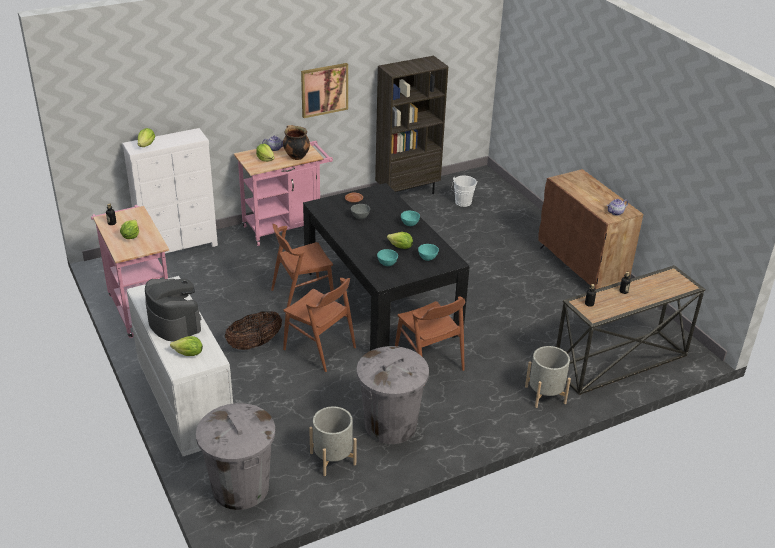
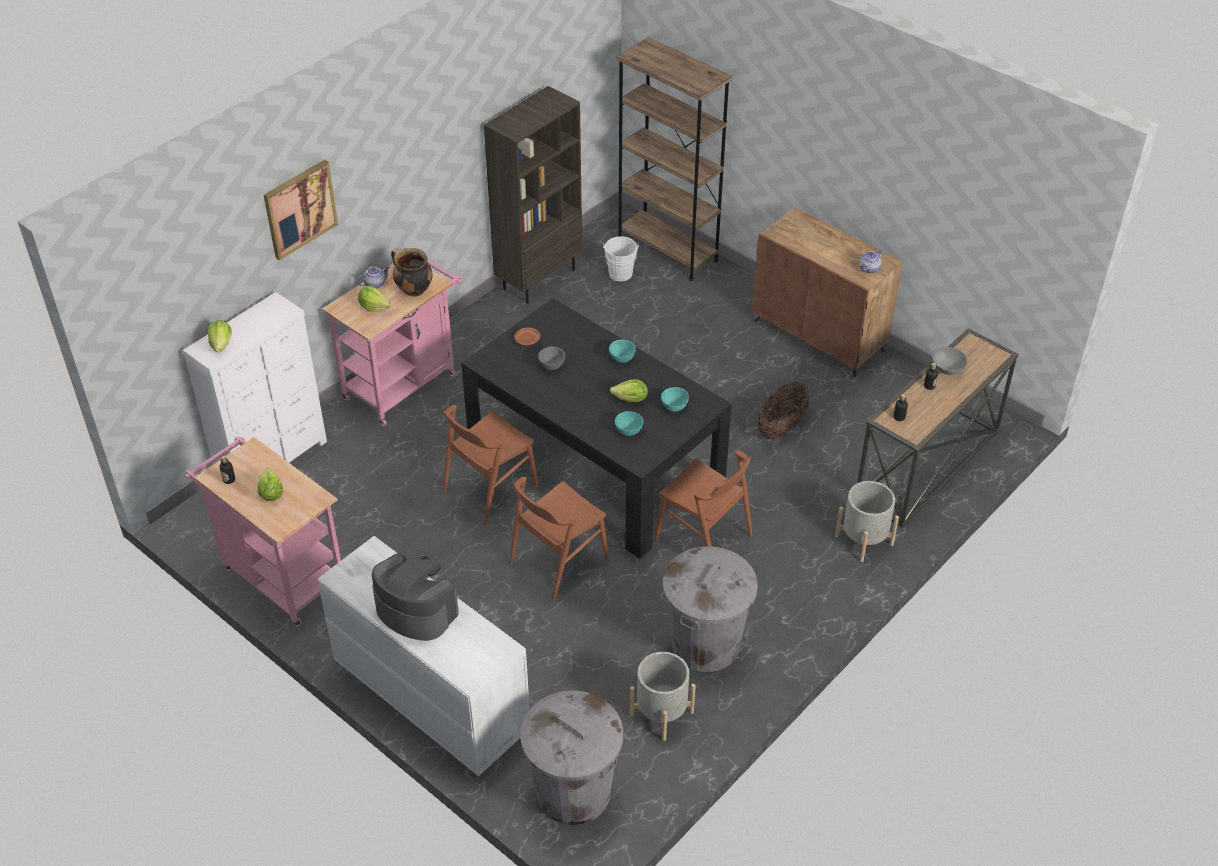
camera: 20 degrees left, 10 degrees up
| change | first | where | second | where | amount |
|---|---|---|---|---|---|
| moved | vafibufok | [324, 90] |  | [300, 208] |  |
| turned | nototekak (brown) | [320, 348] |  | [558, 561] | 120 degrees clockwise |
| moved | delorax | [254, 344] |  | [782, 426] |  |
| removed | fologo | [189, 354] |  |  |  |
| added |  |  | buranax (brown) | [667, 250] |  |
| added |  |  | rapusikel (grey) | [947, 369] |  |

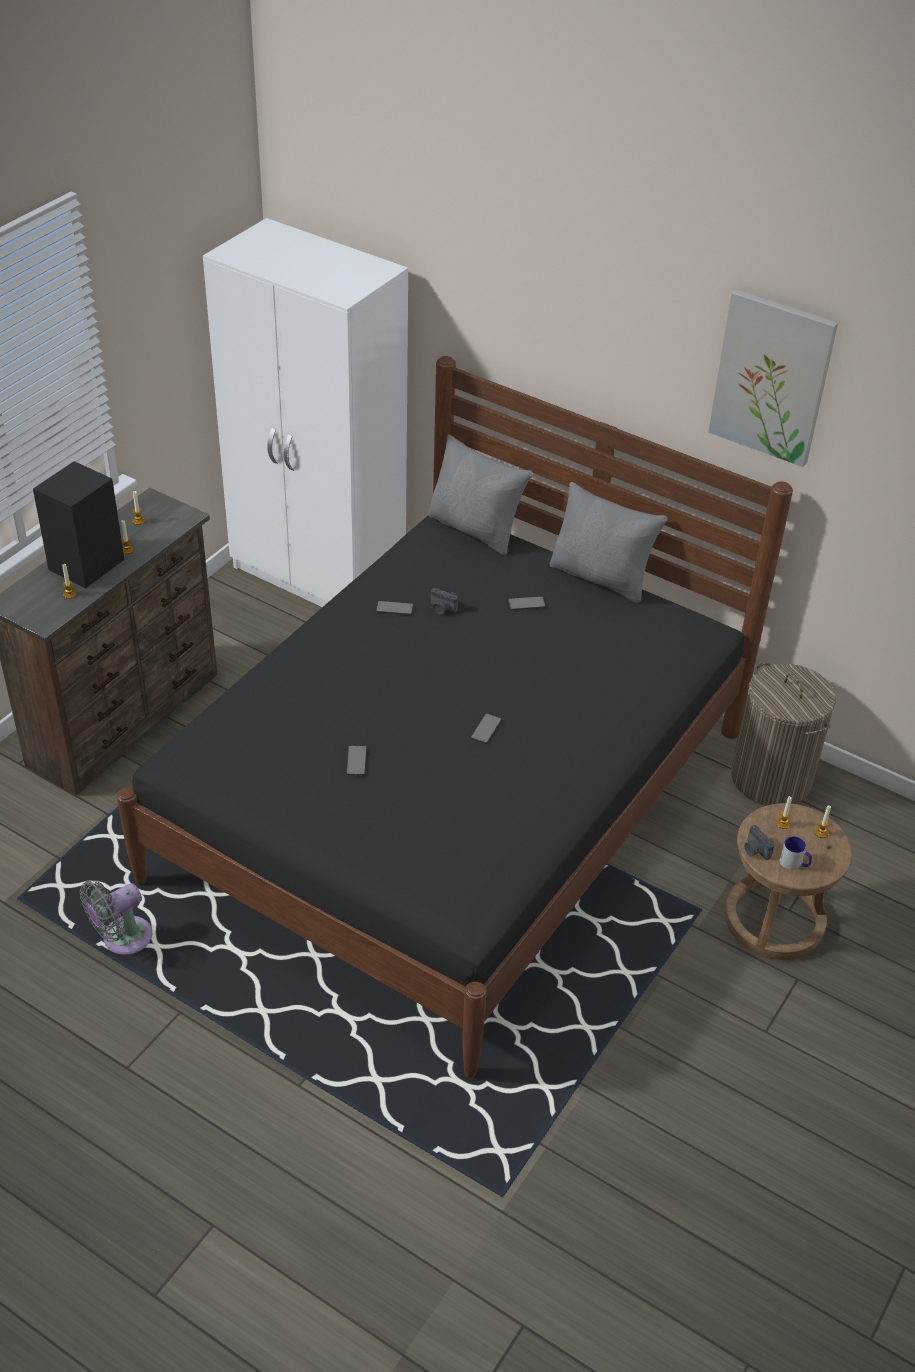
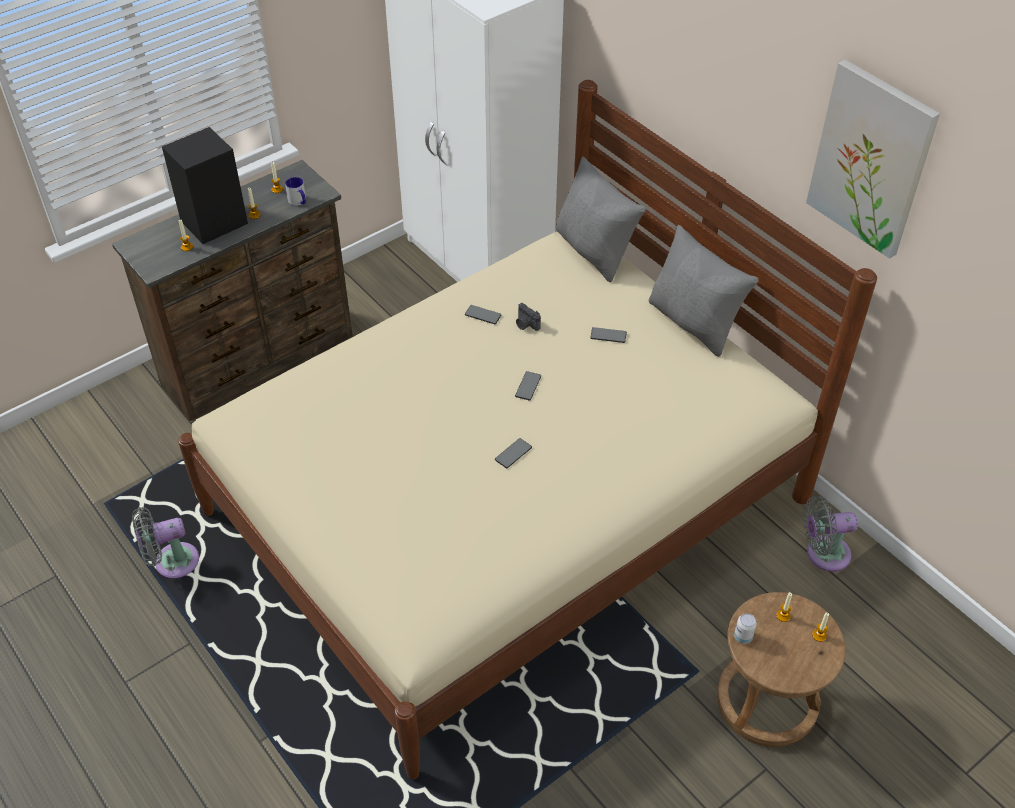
camera: 20 degrees right, 5 degrees up
| change | first | where | second | where | amount |
|---|---|---|---|---|---|
| recoloured | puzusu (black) | [451, 803] | puzusu (beige) | [506, 505] |  |
| replaced | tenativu | [771, 778] | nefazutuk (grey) | [823, 554] |  |
| moved | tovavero | [356, 761] |  | [528, 386] |  |
| replaced | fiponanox | [755, 850] | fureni | [743, 637] |  |
| moved | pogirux | [794, 864] |  | [299, 202] |  |

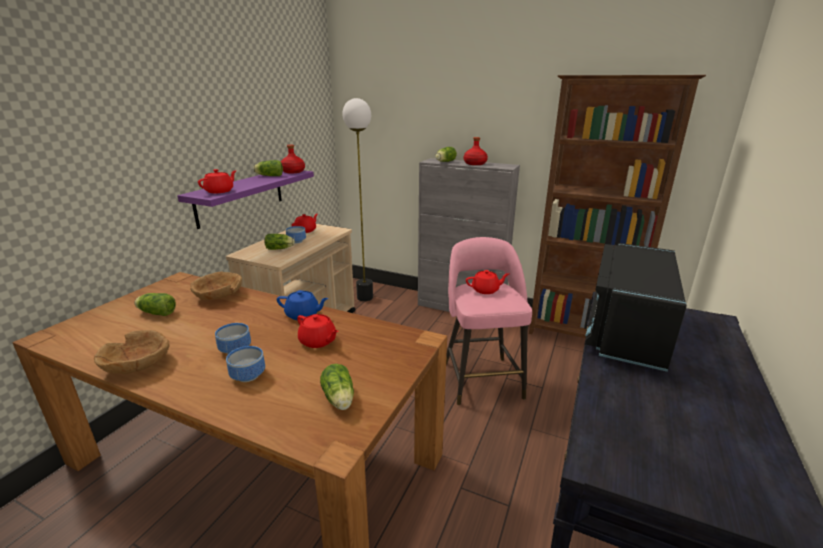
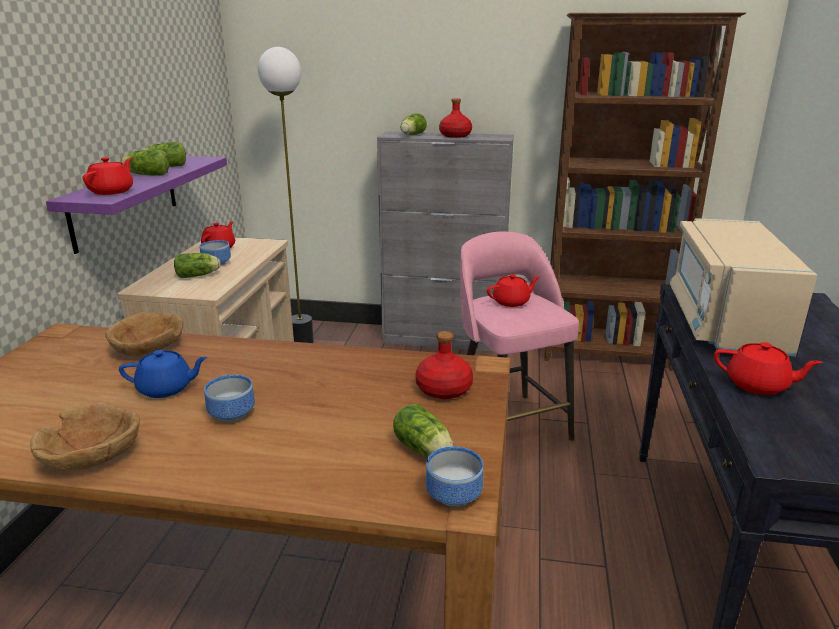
camera: 15 degrees left, 0 degrees up
| change | first | where | second | where | amount |
|---|---|---|---|---|---|
| moved | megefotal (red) | [293, 172] |  | [444, 389] |  |
| recoloured | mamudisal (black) | [626, 330] | mamudisal (beige) | [724, 321] |  |
| moved | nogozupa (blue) | [303, 315] |  | [166, 389] |  |
| moved | fologo | [156, 313] |  | [146, 175] |  |
| moved | nogozupa (red) | [318, 341] |  | [758, 385] |  |
| moved | rapusikel | [247, 376] |  | [454, 497] |  |

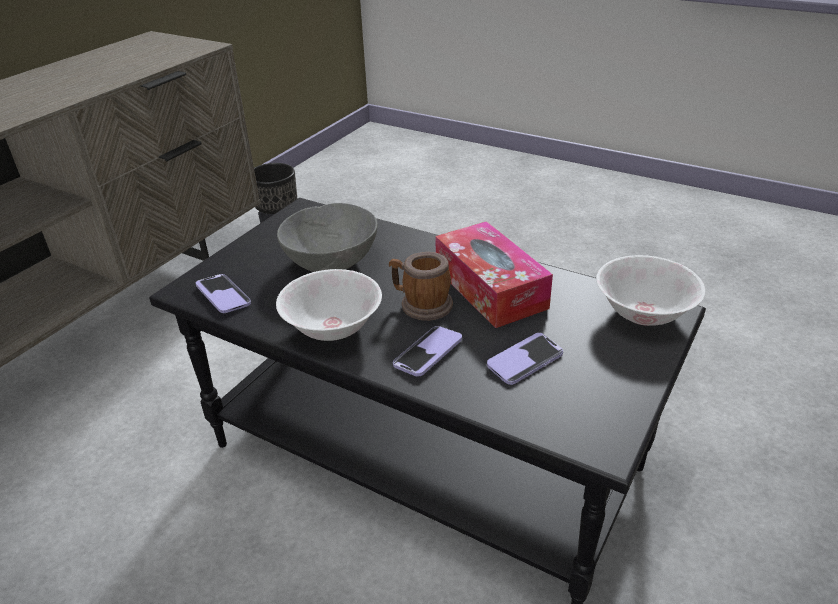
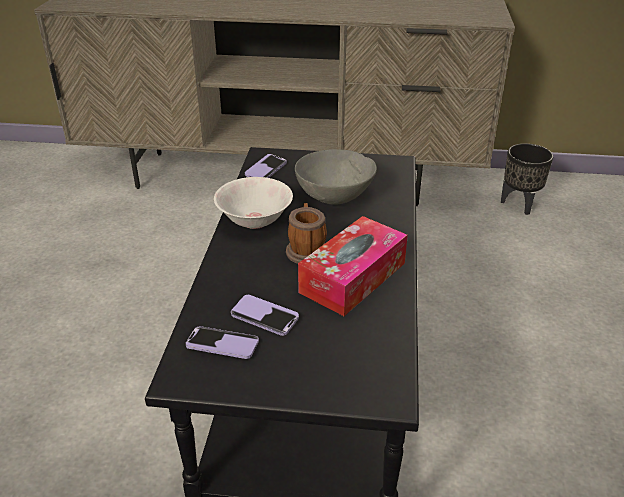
camera: 65 degrees right, 0 degrees up
| change | first | where | second | where | amount |
|---|---|---|---|---|---|
| removed | rapusikel (white) | [644, 313] |  |  |  |
| moved | tovavero | [428, 353] |  | [222, 344] |  |

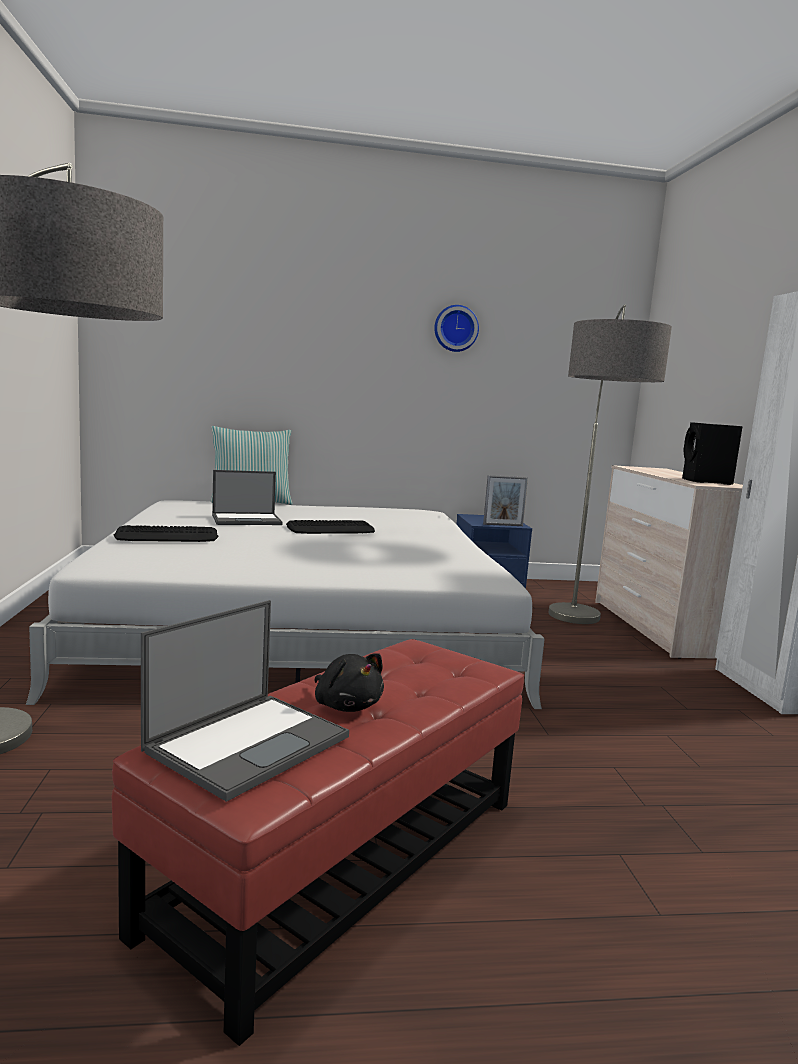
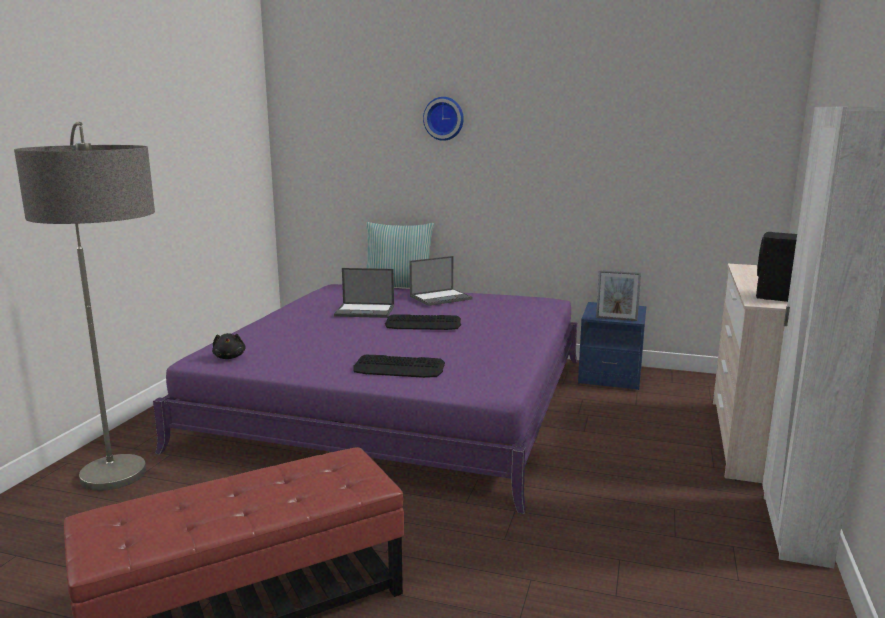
camera: 25 degrees right, 5 degrees up
| change | first | where | second | where | amount |
|---|---|---|---|---|---|
| moved | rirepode | [455, 328] |  | [444, 118] |  |
| removed | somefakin | [579, 635] |  |  |  |
| recoloured | puzusu (white) | [299, 621] | puzusu (purple) | [398, 401] |  |
| moved | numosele | [167, 536] |  | [399, 368] |  |
| moved | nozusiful | [249, 742] |  | [441, 297] |  |
| moved | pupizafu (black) | [346, 705] |  | [229, 357] |  |

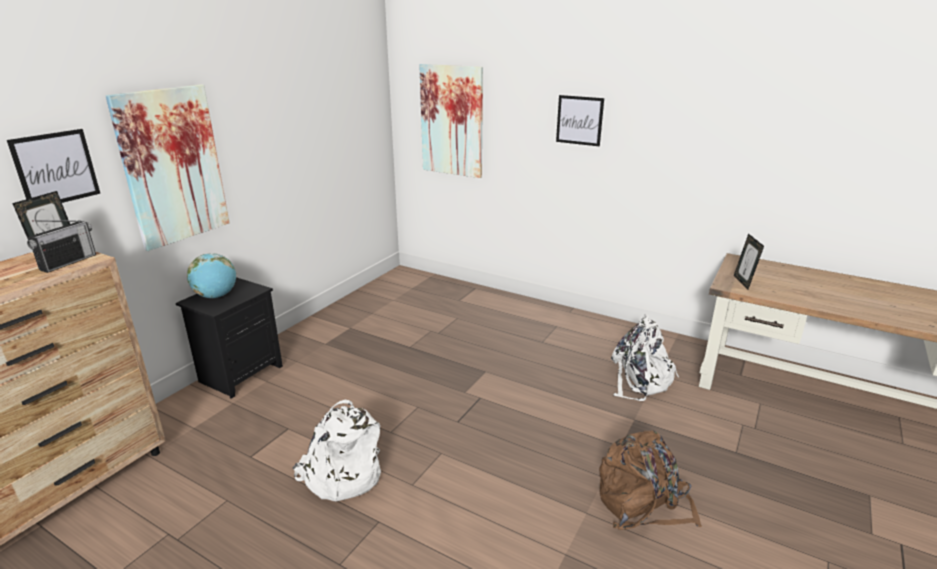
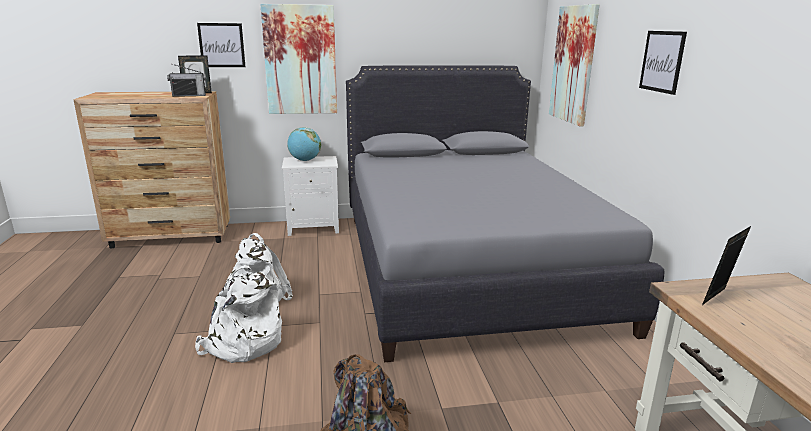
camera: 50 degrees right, 5 degrees down
| change | first | where | second | where | amount |
|---|---|---|---|---|---|
| recoloured | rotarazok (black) | [241, 373] | rotarazok (white) | [314, 227] |  |
| moved | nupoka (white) | [640, 380] |  | [242, 344] |  |
| added |  |  | puzusu (grey) | [466, 266] |  |

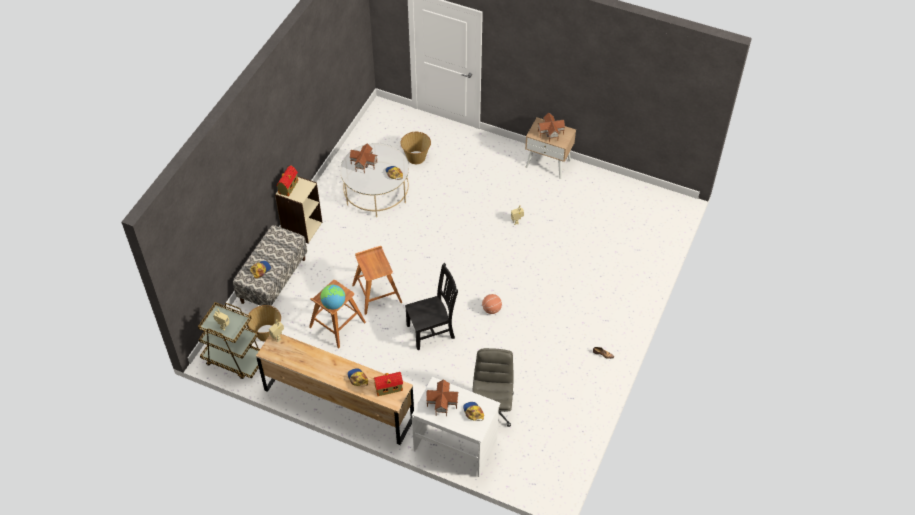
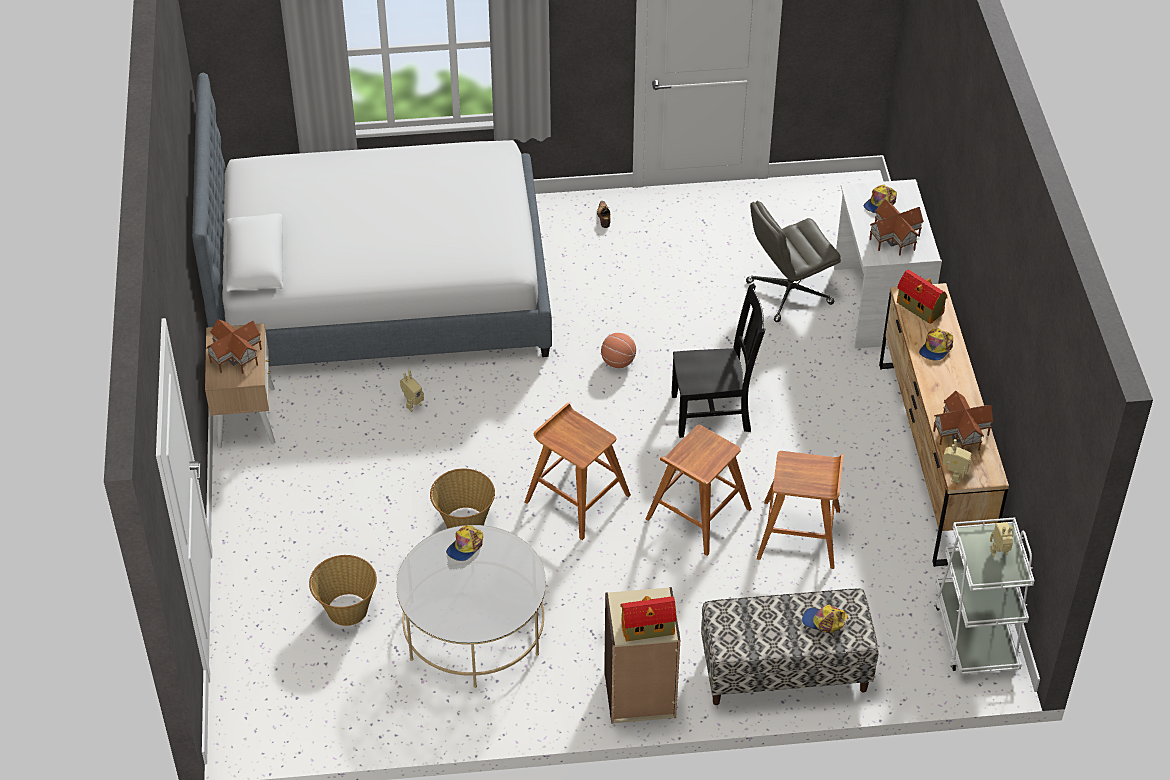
camera: 120 degrees left, 5 degrees down
| change | first | where | second | where | amount |
|---|---|---|---|---|---|
| moved | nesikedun | [363, 163] |  | [960, 434] |  |
| turned | nototekak (black) | [432, 331] |  | [714, 412] | 135 degrees clockwise |
| removed | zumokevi | [333, 304] |  |  |  |
| recoloured | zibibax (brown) | [234, 359] | zibibax (white) | [975, 633] |  |
| moved | delorax | [267, 332] |  | [464, 522] |  |
| added |  |  | puzusu | [380, 287] |  |
| added |  |  | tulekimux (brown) | [576, 497] |  |

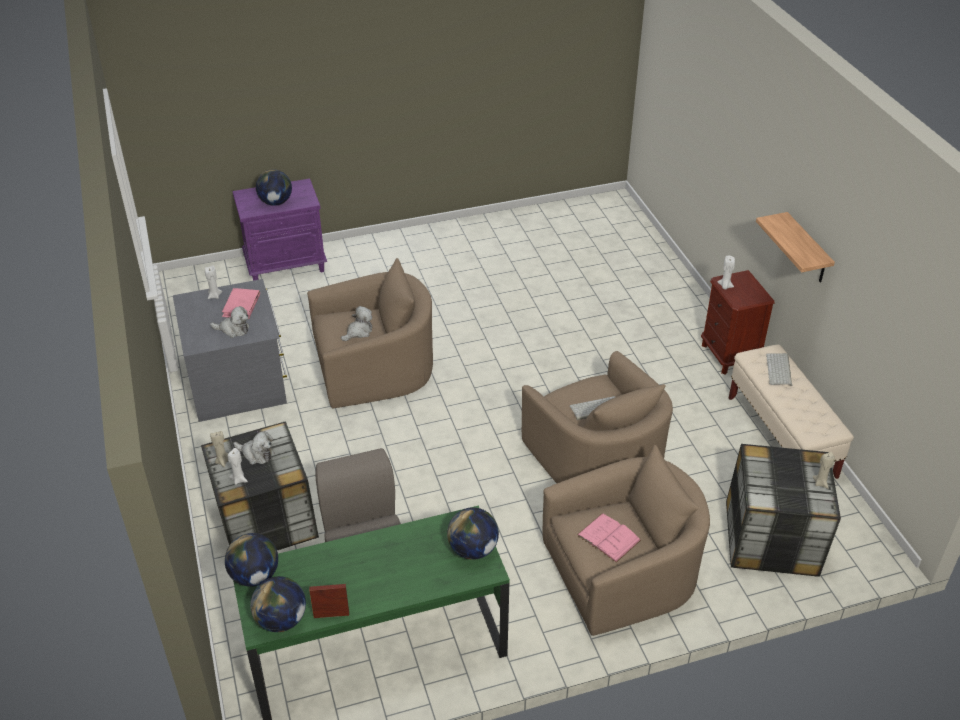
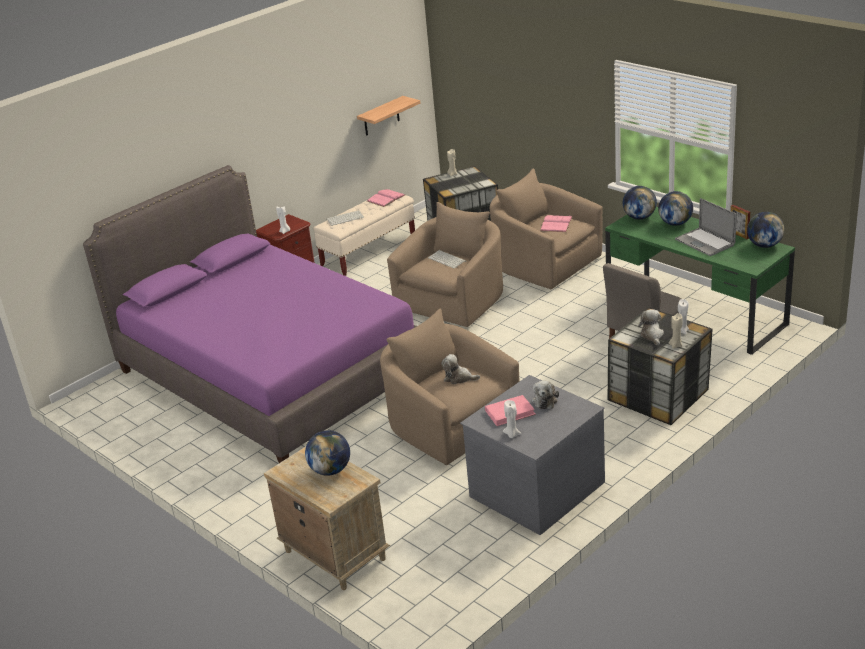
camera: 115 degrees left, 10 degrees down
| change | first | where | second | where | amount |
|---|---|---|---|---|---|
| recoloured | rotarazok (purple) | [286, 265] | rotarazok (beige) | [334, 555] |  |
| moved | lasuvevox | [807, 250] |  | [381, 116] |  |
| turned | pupizafu | [233, 329] |  | [545, 400] | 150 degrees counterclockwise |
| moved | zumokevi | [255, 576] |  | [675, 223] |  |
| added |  |  | puzusu (purple) | [272, 373] |  |
| added |  |  | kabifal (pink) | [386, 198] |  |
| added |  |  | nozusiful | [704, 242] |  |

